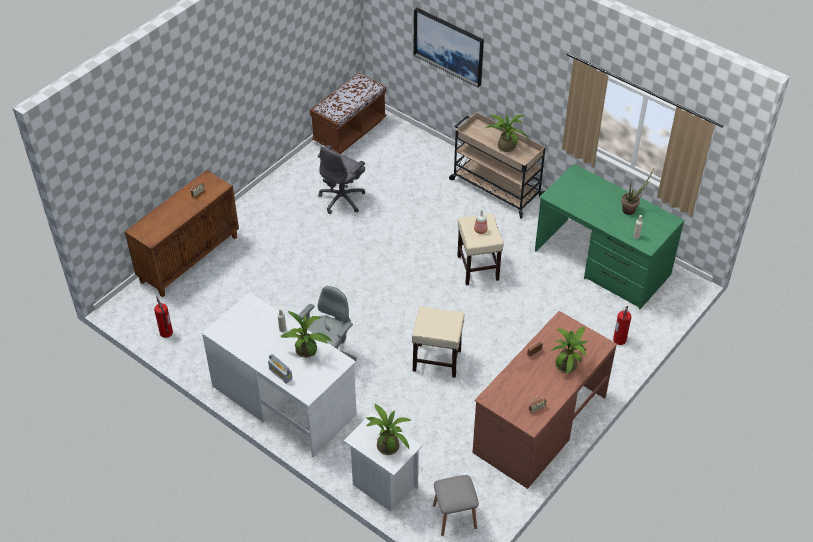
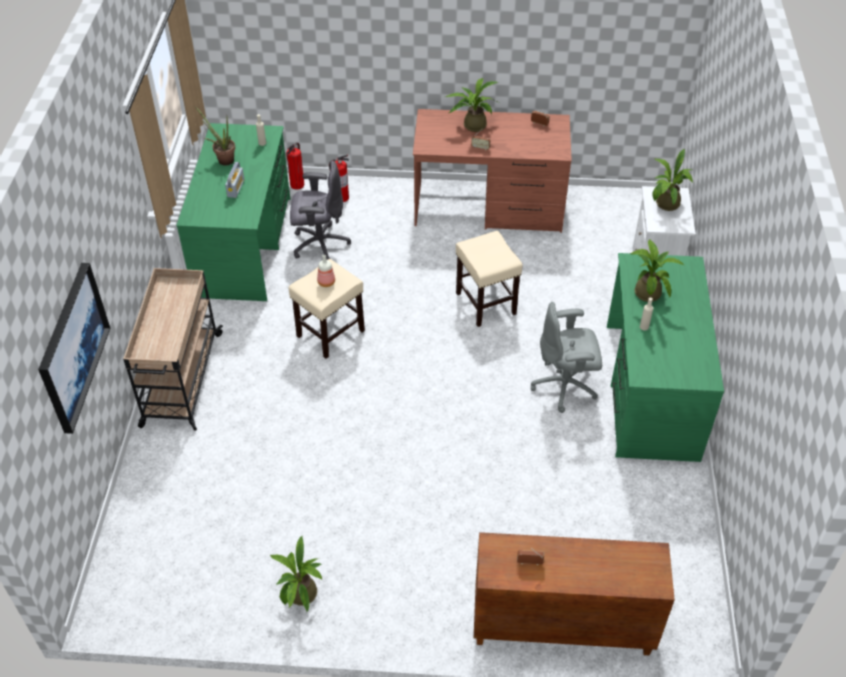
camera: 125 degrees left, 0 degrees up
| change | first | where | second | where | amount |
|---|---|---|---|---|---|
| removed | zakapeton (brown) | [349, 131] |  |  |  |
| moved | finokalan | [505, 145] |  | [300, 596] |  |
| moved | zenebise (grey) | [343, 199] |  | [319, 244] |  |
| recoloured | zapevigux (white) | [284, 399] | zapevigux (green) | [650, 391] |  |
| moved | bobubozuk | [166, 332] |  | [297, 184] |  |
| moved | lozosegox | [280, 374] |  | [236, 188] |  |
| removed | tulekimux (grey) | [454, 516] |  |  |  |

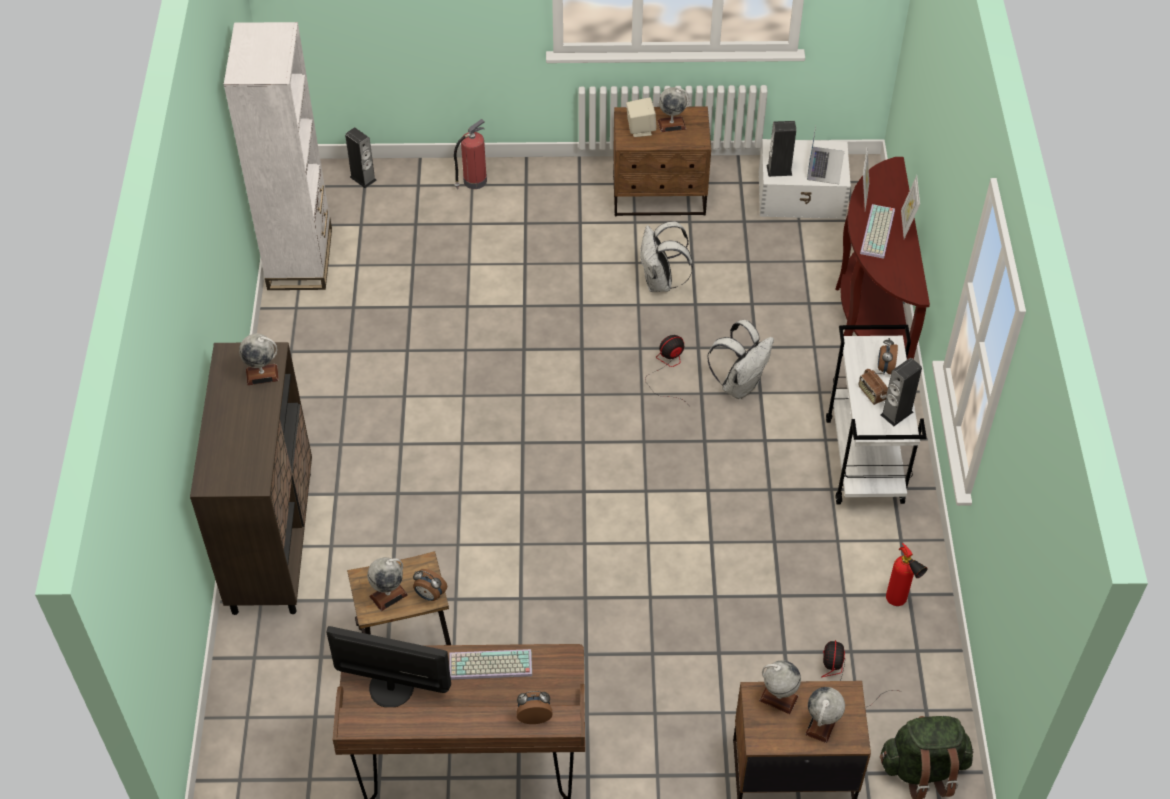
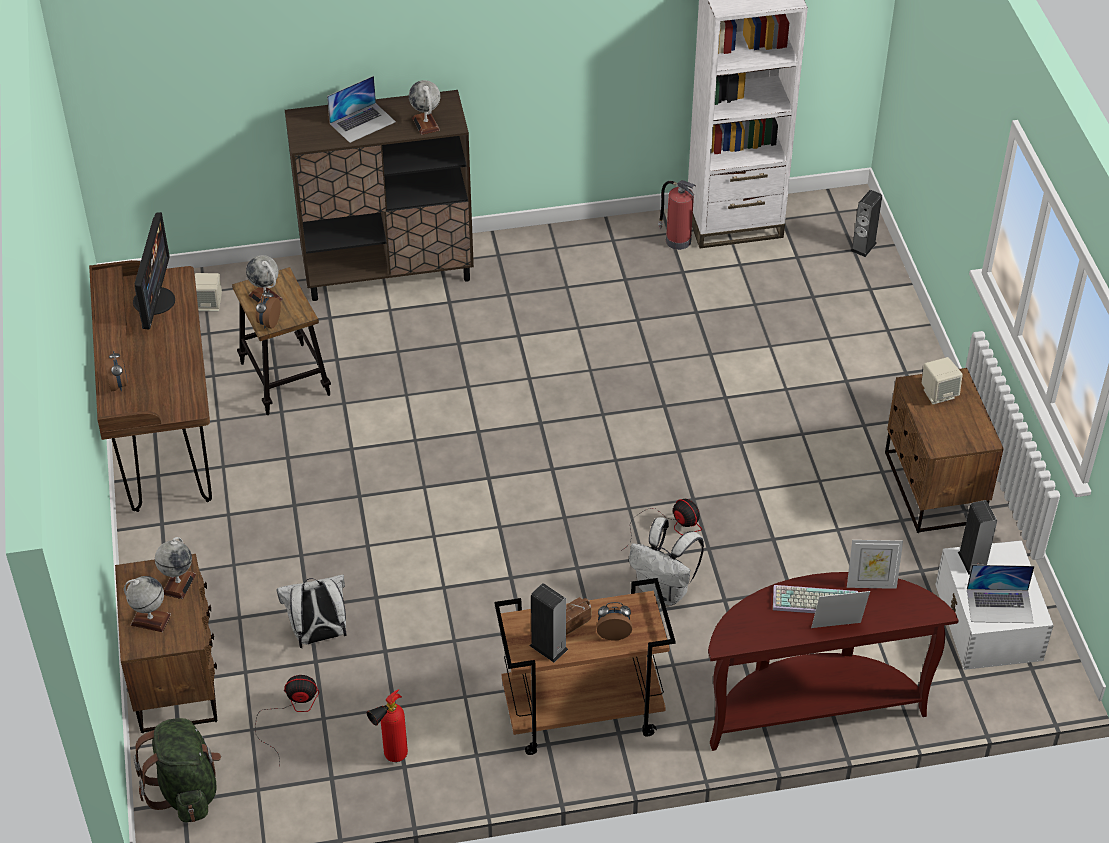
camera: 80 degrees right, 5 degrees down
| change | first | where | second | where | amount |
|---|---|---|---|---|---|
| removed | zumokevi | [671, 124] |  |  |  |
| moved | bobubozuk | [474, 181] |  | [677, 240] |  |
| moved | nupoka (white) | [660, 282] |  | [319, 636] |  |
| recoloured | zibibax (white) | [865, 461] | zibibax (brown) | [581, 715] |  |
| removed | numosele | [489, 666] |  |  |  |
| added |  |  | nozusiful | [362, 122] |  |
| added |  |  | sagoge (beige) | [209, 304] |  |

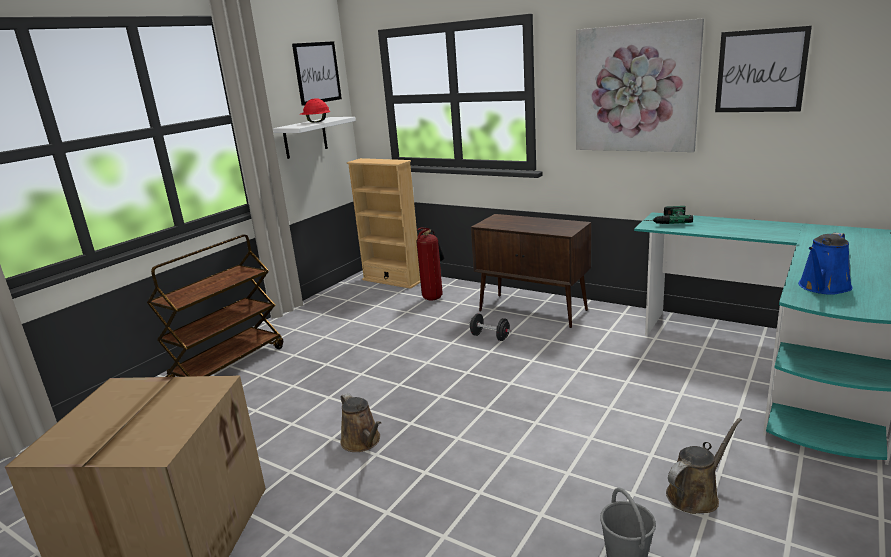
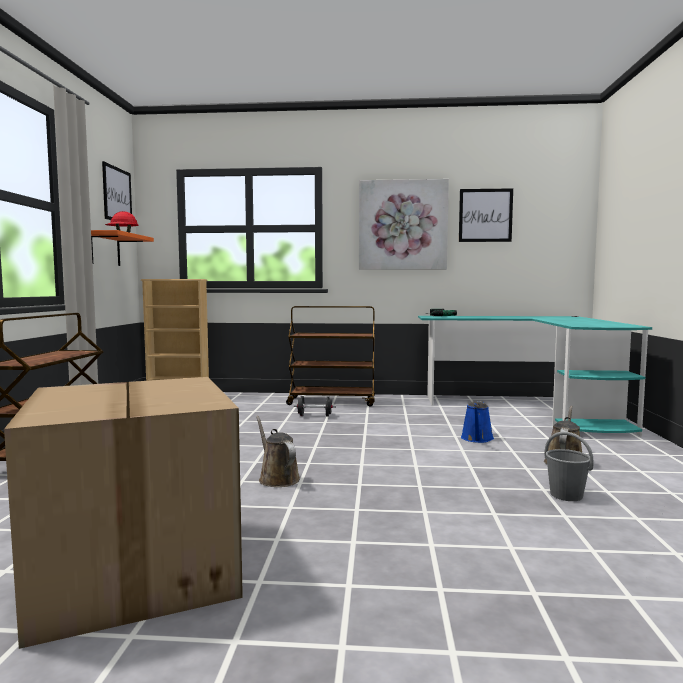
camera: 30 degrees left, 15 degrees down
| change | first | where | second | where | amount |
|---|---|---|---|---|---|
| recoloured | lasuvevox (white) | [305, 138] | lasuvevox (orange) | [105, 249] |  |
| replaced | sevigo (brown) | [533, 311] | zibibax (brown) | [332, 401] |  |
| removed | bobubozuk | [433, 297] |  |  |  |
| moved | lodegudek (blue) | [823, 287] |  | [477, 439] |  |
| turned | lodegudek (brown) | [362, 442] |  | [277, 478] | 150 degrees counterclockwise |

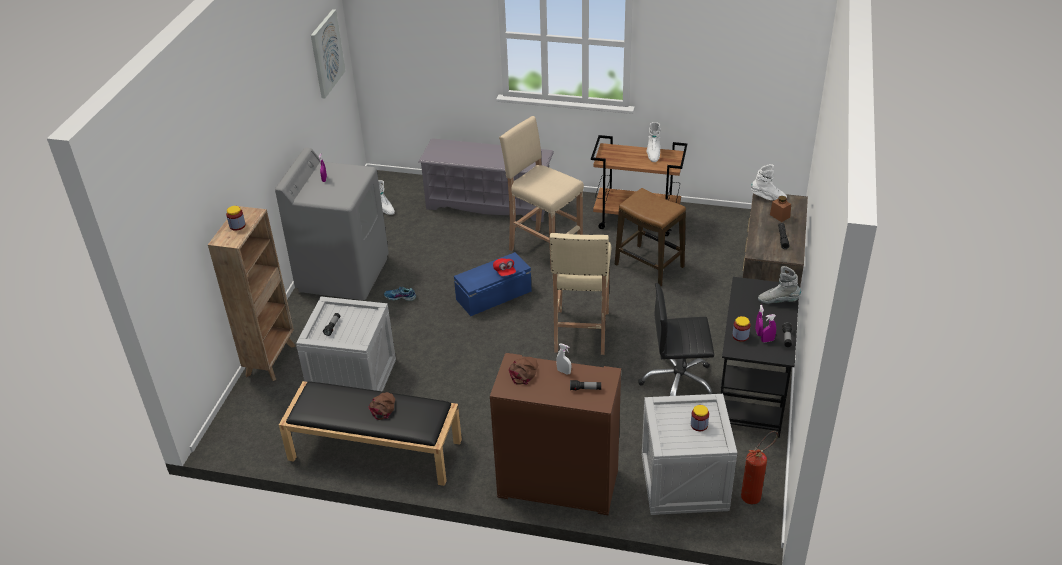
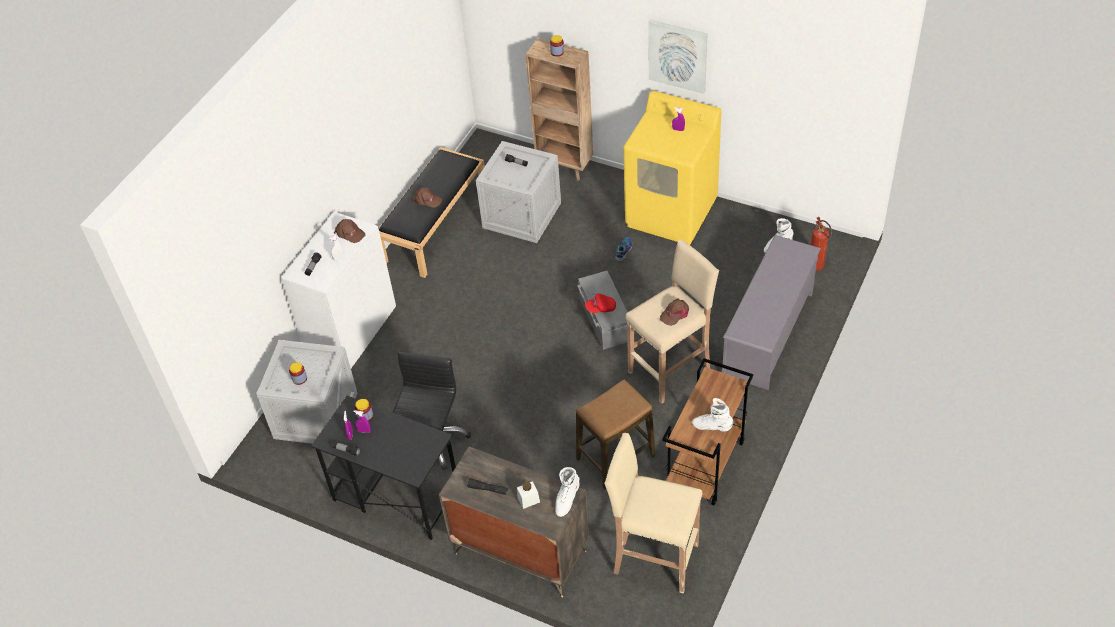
camera: 105 degrees right, 10 degrees up
| change | first | where | second | where | amount |
|---|---|---|---|---|---|
| moved | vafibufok | [326, 53] |  | [678, 55] |  |
| recoloured | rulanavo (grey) | [343, 274] | rulanavo (yellow) | [671, 213] |  |
| recoloured | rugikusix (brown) | [779, 216] | rugikusix (white) | [528, 500] |  |
| moved | tulekimux (beige) | [581, 333] |  | [654, 558] |  |
| recoloured | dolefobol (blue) | [494, 296] | dolefobol (grey) | [604, 320] |  |
| removed | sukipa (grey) | [778, 301] |  |  |  |
| recoloured | sevigo (brown) | [557, 484] | sevigo (white) | [351, 331] |  |
| moved | bobubozuk | [754, 495] |  | [818, 268] |  |
| added |  |  | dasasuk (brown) | [675, 313] |  |

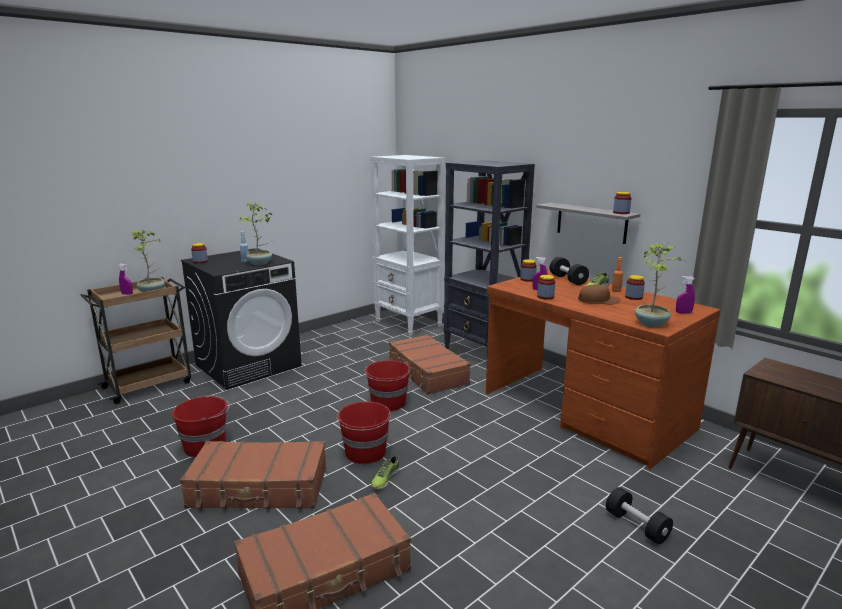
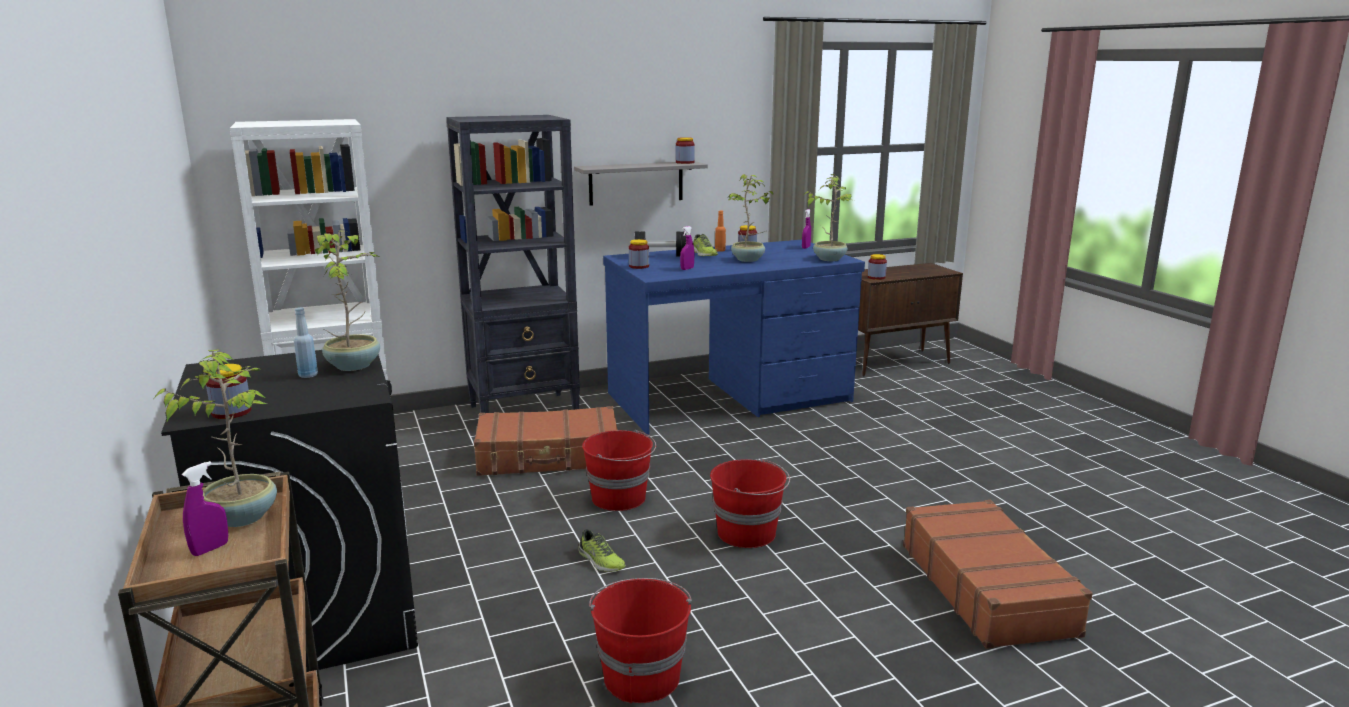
camera: 70 degrees left, 0 degrees up
| change | first | where | second | where | amount |
|---|---|---|---|---|---|
| recoloured | zapevigux (brown) | [585, 411] | zapevigux (blue) | [730, 398] |  |
| moved | rugikusix | [545, 297] |  | [876, 277] |  |
| replaced | dasasuk (brown) | [598, 301] | finokalan | [748, 260] |  |
| removed | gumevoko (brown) | [259, 488] |  |  |  |
| moved | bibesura | [385, 479] |  | [600, 561] |  |
| removed | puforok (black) | [636, 526] |  |  |  |

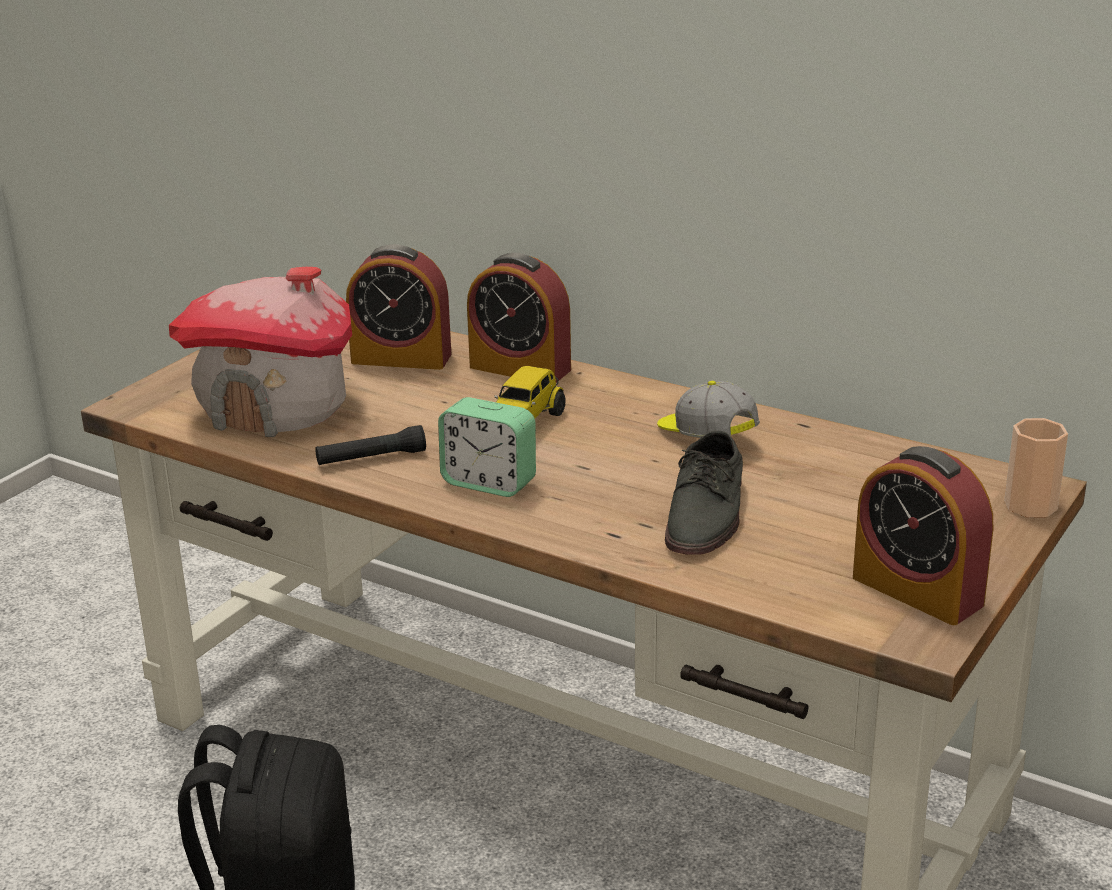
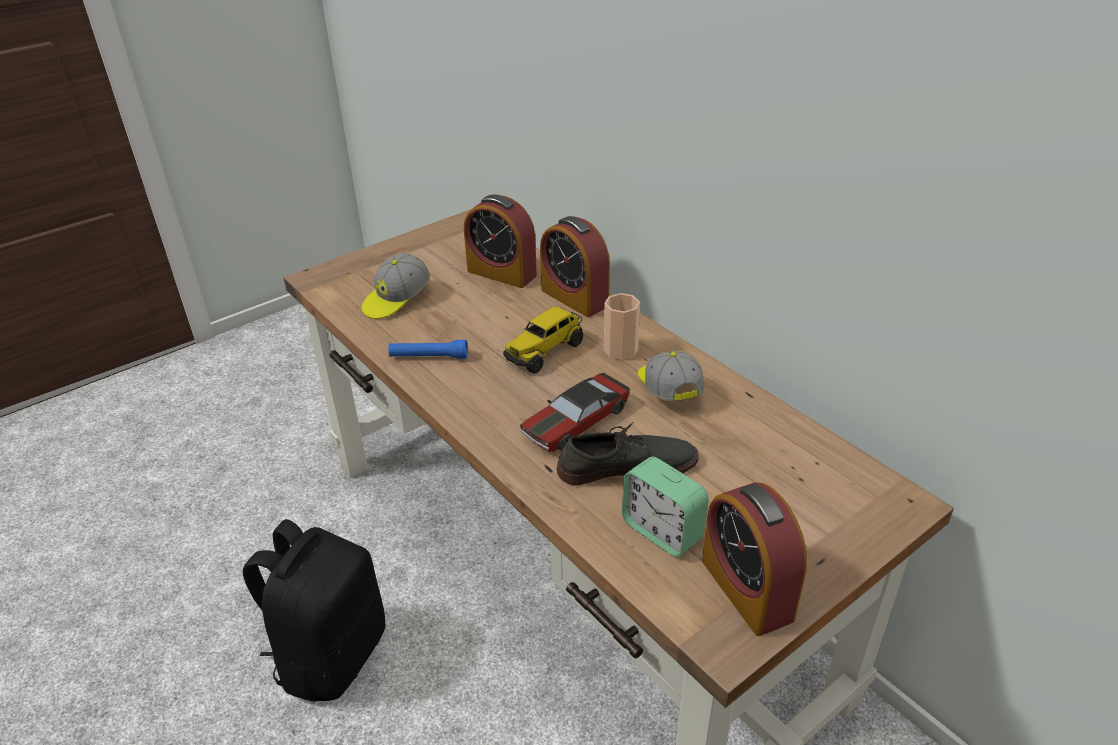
camera: 20 degrees right, 10 degrees up
| change | first | where | second | where | amount |
|---|---|---|---|---|---|
| replaced | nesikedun | [275, 408] | dasasuk | [396, 300] |  |
| moved | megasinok | [489, 483] |  | [662, 531] |  |
| moved | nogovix | [1030, 505] |  | [620, 350] |  |
| recoloured | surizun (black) | [371, 458] | surizun (blue) | [429, 357] |  |
| turned | bibesura (grey) | [707, 514] |  | [627, 465] | 135 degrees counterclockwise |
| added |  |  | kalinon | [575, 422] |  |

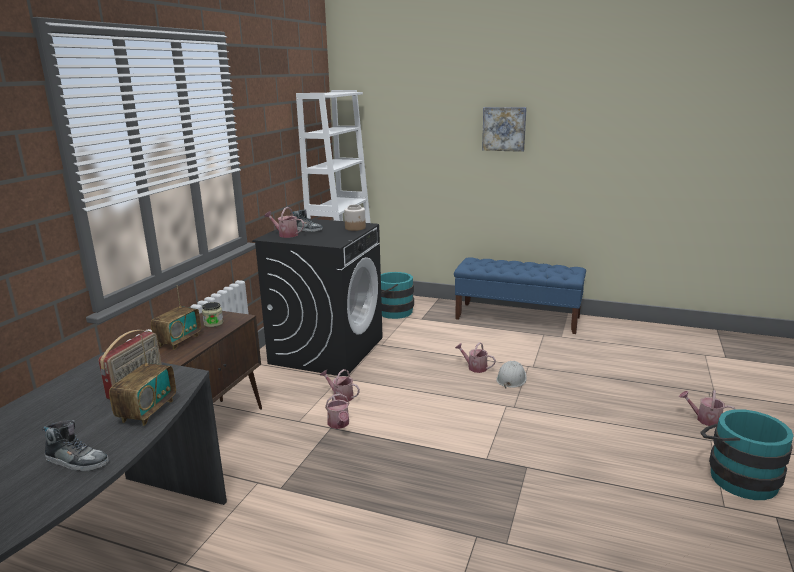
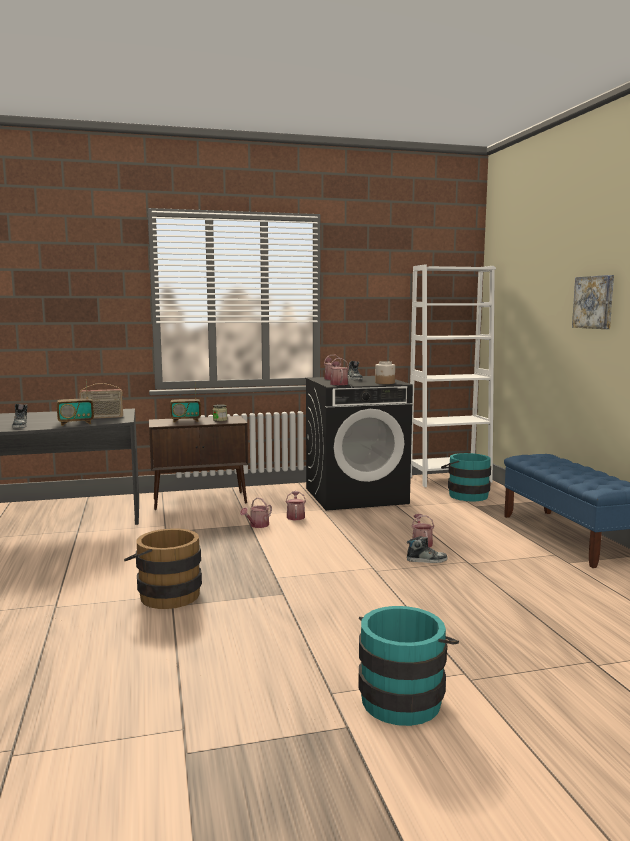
camera: 55 degrees right, 10 degrees down
| change | first | where | second | where | amount |
|---|---|---|---|---|---|
| replaced | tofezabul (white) | [511, 379] | bibesura | [426, 560] |  |
| moved | lodegudek | [704, 419] |  | [338, 383] |  |
| added |  |  | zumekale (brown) | [165, 594] |  |

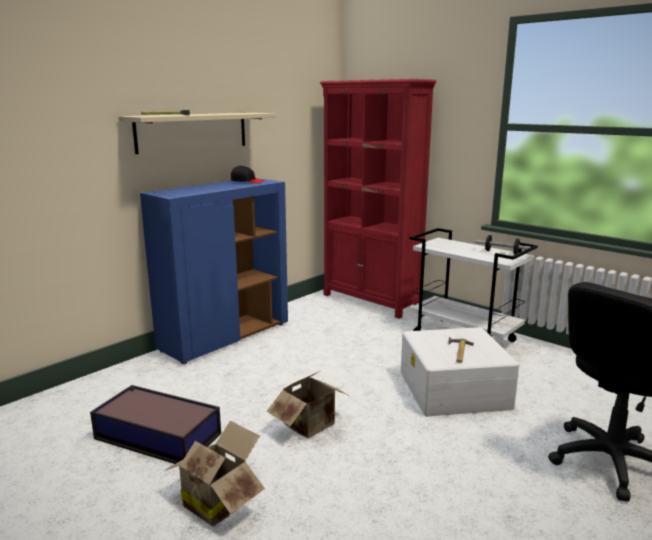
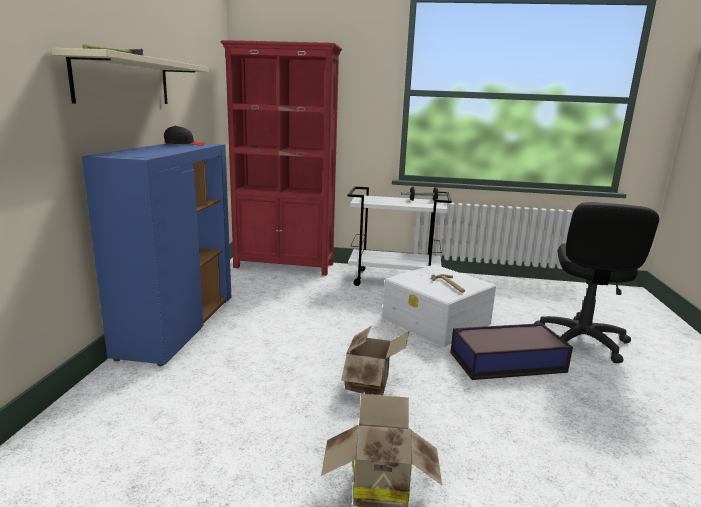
camera: 35 degrees left, 0 degrees up
| change | first | where | second | where | amount |
|---|---|---|---|---|---|
| moved | dolefobol | [157, 435] |  | [505, 362] |  |

